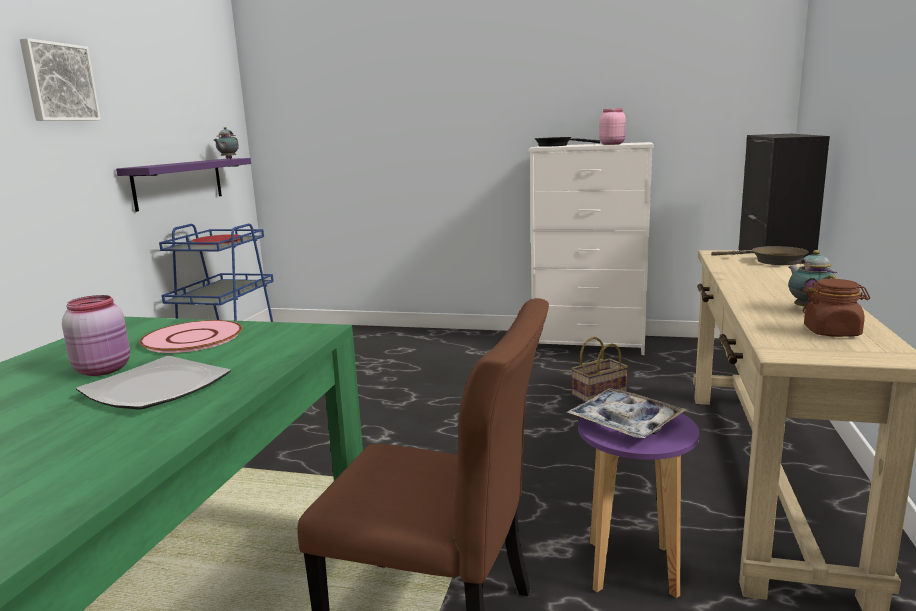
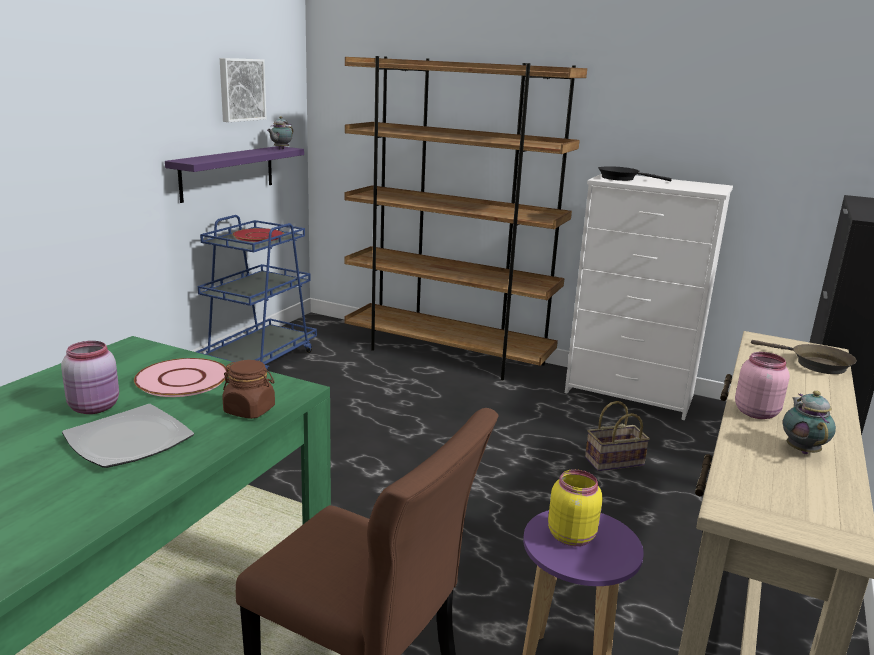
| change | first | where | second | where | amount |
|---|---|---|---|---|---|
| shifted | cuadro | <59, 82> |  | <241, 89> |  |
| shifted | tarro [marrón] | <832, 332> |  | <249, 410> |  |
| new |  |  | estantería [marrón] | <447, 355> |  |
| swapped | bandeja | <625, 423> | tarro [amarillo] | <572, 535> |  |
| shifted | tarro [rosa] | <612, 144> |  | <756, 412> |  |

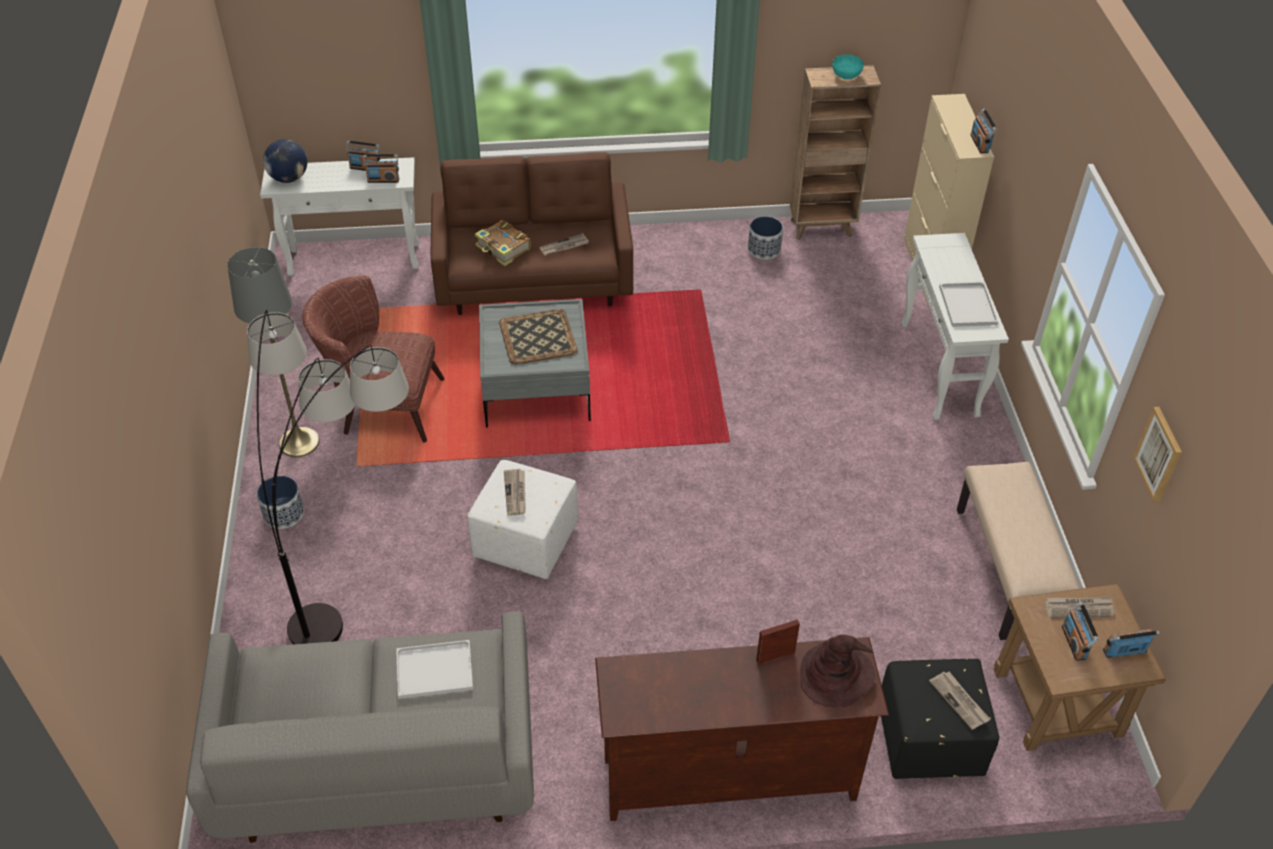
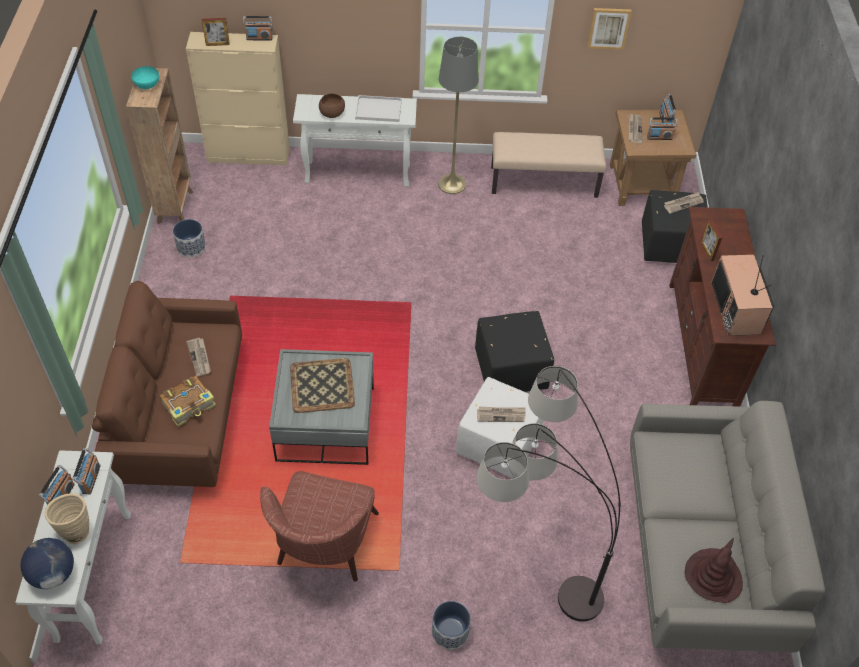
| change | first | where | second | where | amount |
|---|---|---|---|---|---|
| new |  |  | florero [beis] | <75, 530> |  |
| new |  |  | portarretratos | <217, 44> |  |
| new |  |  | cuenco [marrón] | <332, 113> |  |
| shifted | lámpara de pie [gris] | <299, 442> |  | <452, 184> |  |
| new |  |  | puf [negro] | <512, 370> |  |
| shifted | sombrero [marrón] | <835, 675> |  | <713, 576> |  |
| new |  |  | televisor | <737, 309> |  |
| gone | bandeja [blanco] | <433, 671> |  |  |  |

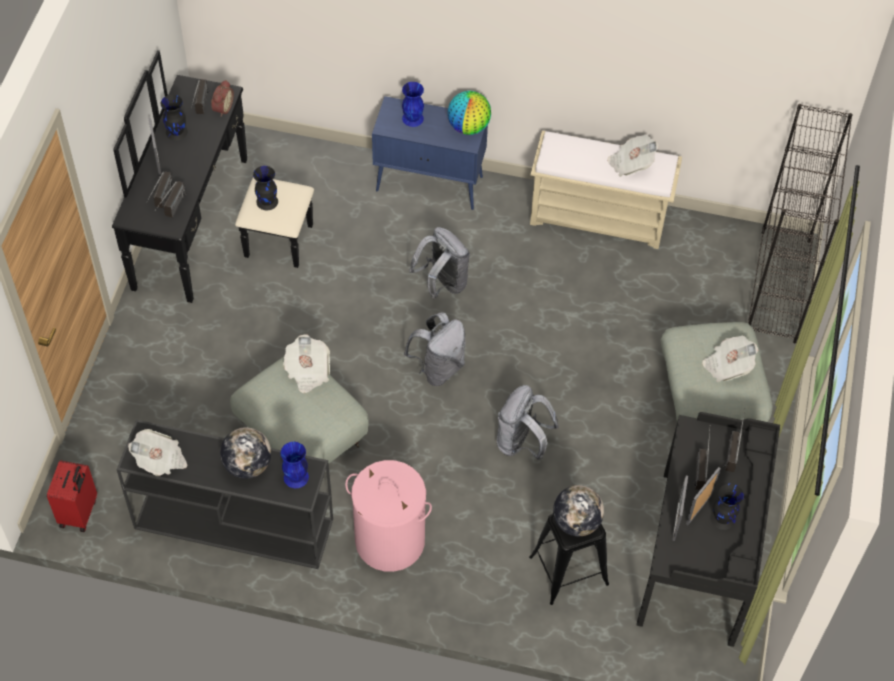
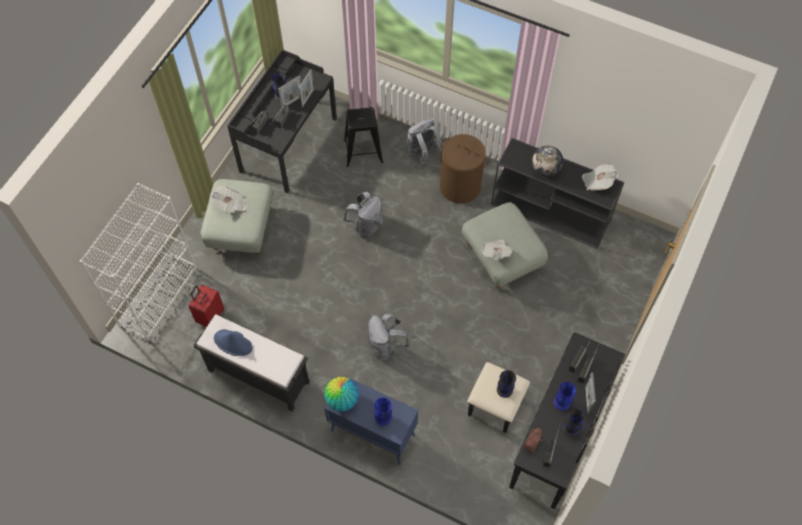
| change | first | where | second | where | amount |
|---|---|---|---|---|---|
| repainted | estantería [negro] | <778, 287> | estantería [blanco] | <158, 296> |  |
| shifted | maleta [rojo] | <79, 513> |  | <210, 316> |  |
| repainted | banco [beis] | <599, 218> | banco [negro] | <257, 376> |  |
| swapped | periódico | <631, 163> | sombrero [azul] | <233, 343> |  |
| shifted | mochila [gris] | <438, 368> |  | <422, 154> |  |
| repainted | cesto de la ropa [rosa] | <389, 541> | cesto de la ropa [marrón] | <460, 186> |  |
| shifted | florero [azul] | <296, 477> |  | <562, 401> |  |
| gone | globo terráqueo | <576, 522> |  |  |  |

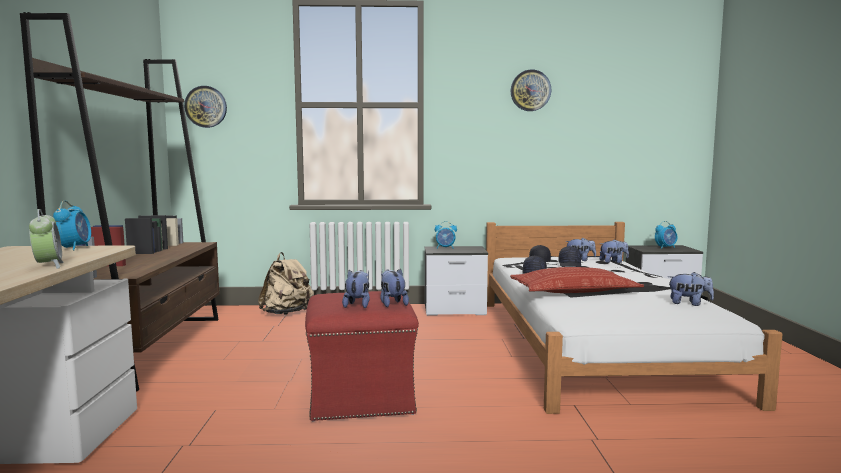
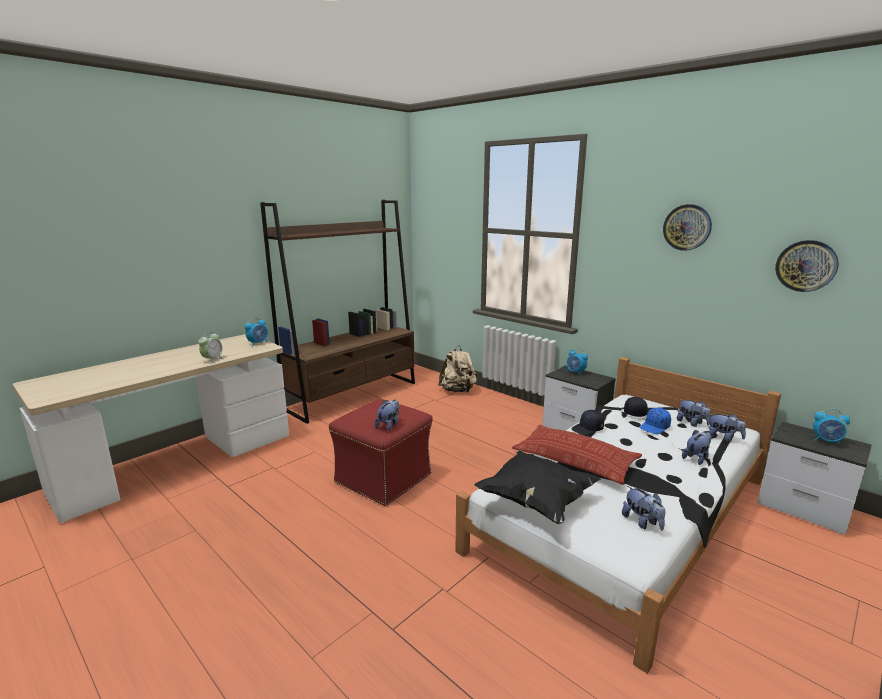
| change | first | where | second | where | amount |
|---|---|---|---|---|---|
| new |  |  | cojín [negro] | <535, 501> |  |
| repainted | gorra [negro] | <570, 265> | gorra [azul] | <655, 427> |  |
| shifted | peluche | <358, 305> |  | <696, 458> |  |
| shifted | reloj de pared | <206, 106> |  | <806, 266> |  |

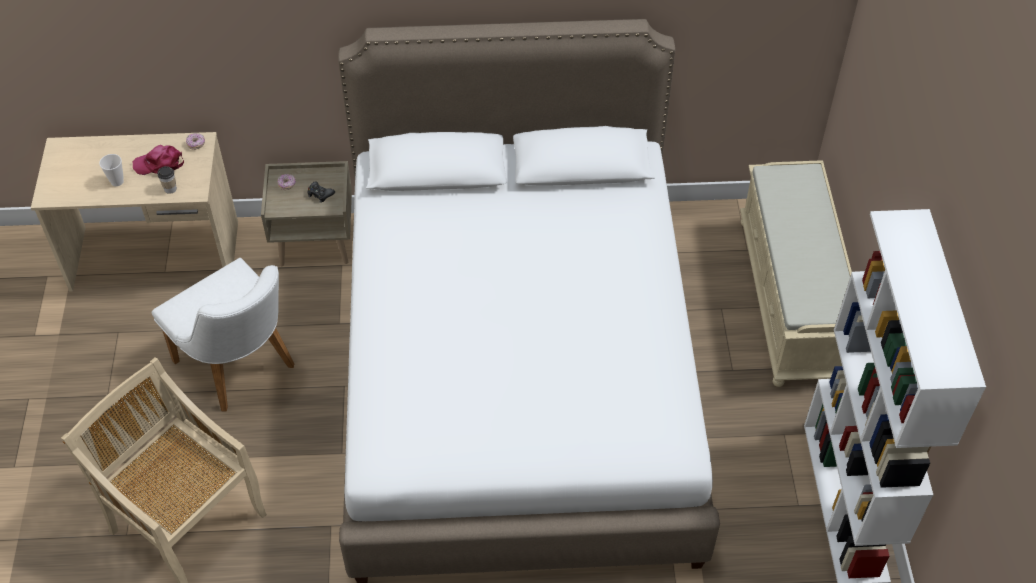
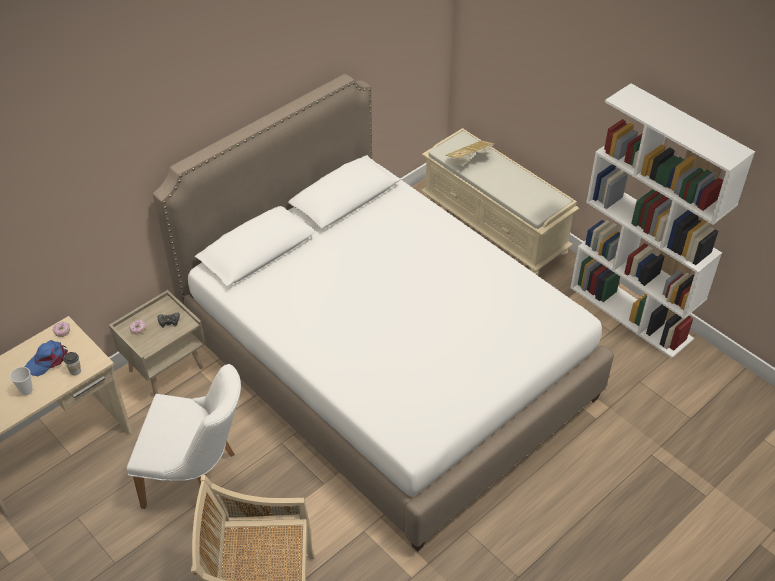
| change | first | where | second | where | amount |
|---|---|---|---|---|---|
| repainted | gorra [rosa] | <159, 164> | gorra [azul] | <48, 360> |  |
| new |  |  | libro | <470, 160> |  |

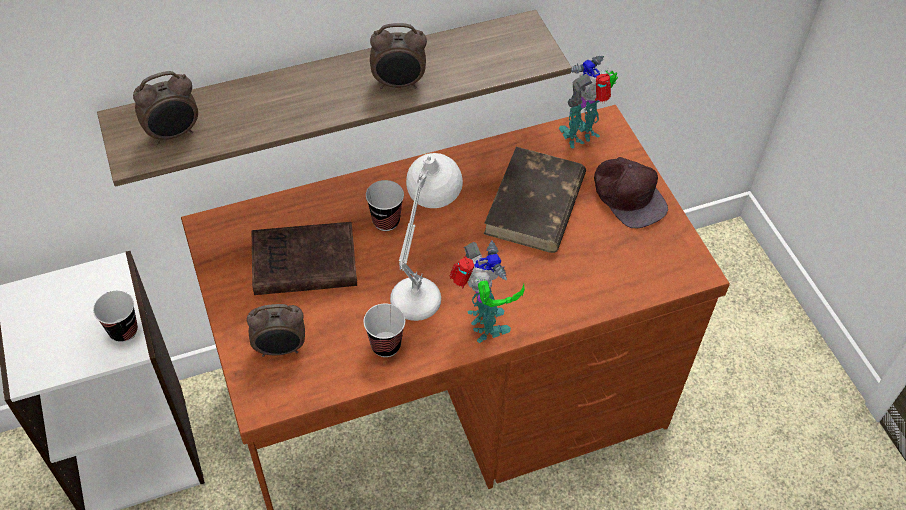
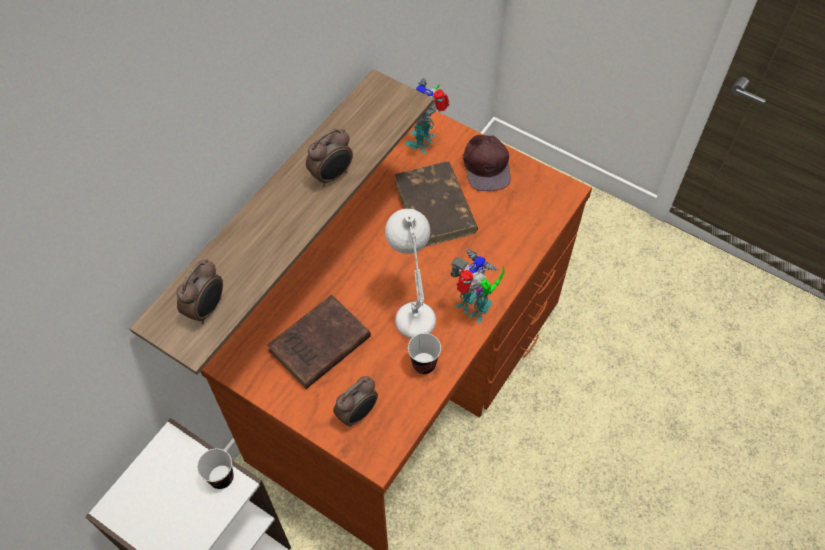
| change | first | where | second | where | amount |
|---|---|---|---|---|---|
| rotated | gorra [marrón] | <628, 195> |  | <487, 165> | 60 degrees clockwise |
| gone | taza | <386, 221> |  |  |  |

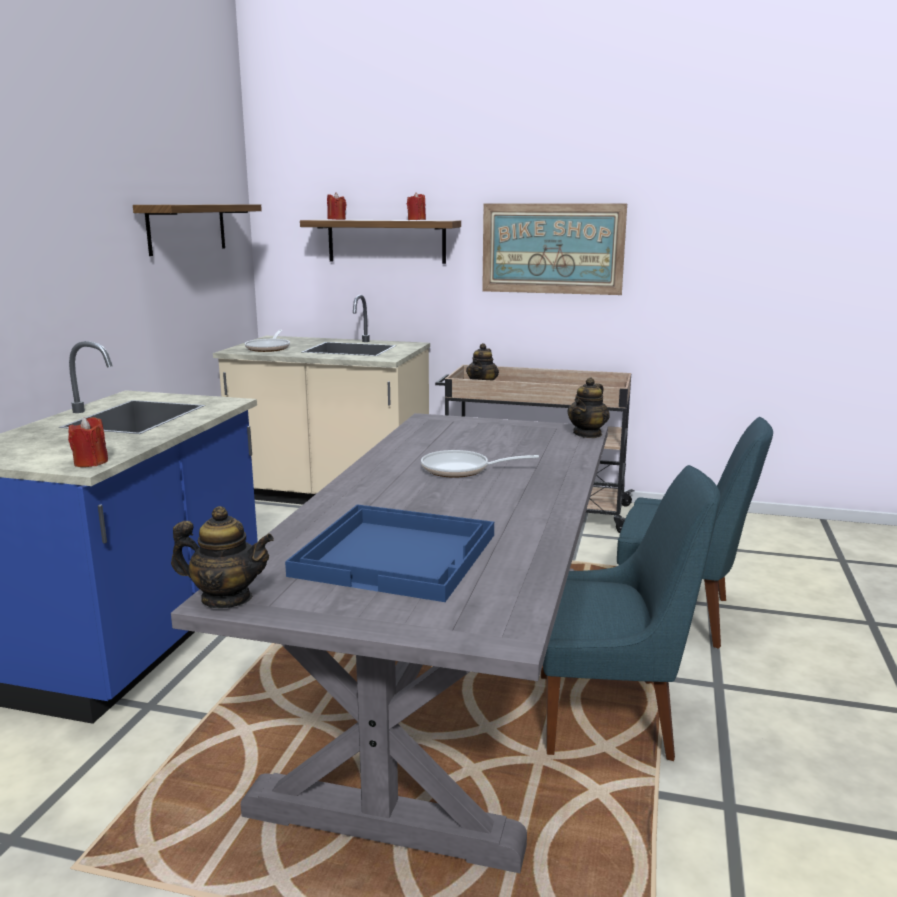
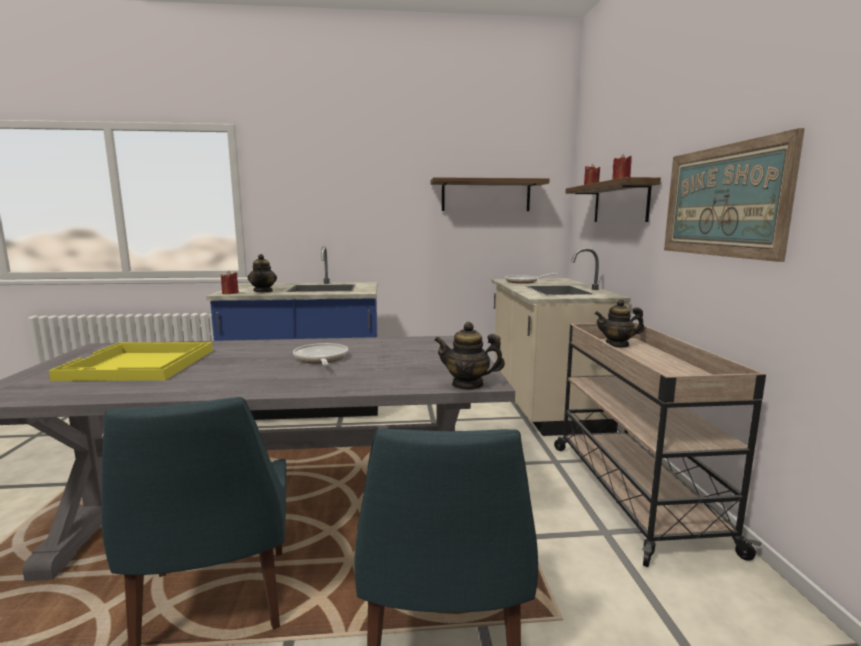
| change | first | where | second | where | amount |
|---|---|---|---|---|---|
| repainted | bandeja [azul] | <398, 554> | bandeja [amarillo] | <140, 364> |  |
| shifted | tetera | <226, 598> |  | <263, 291> |  |

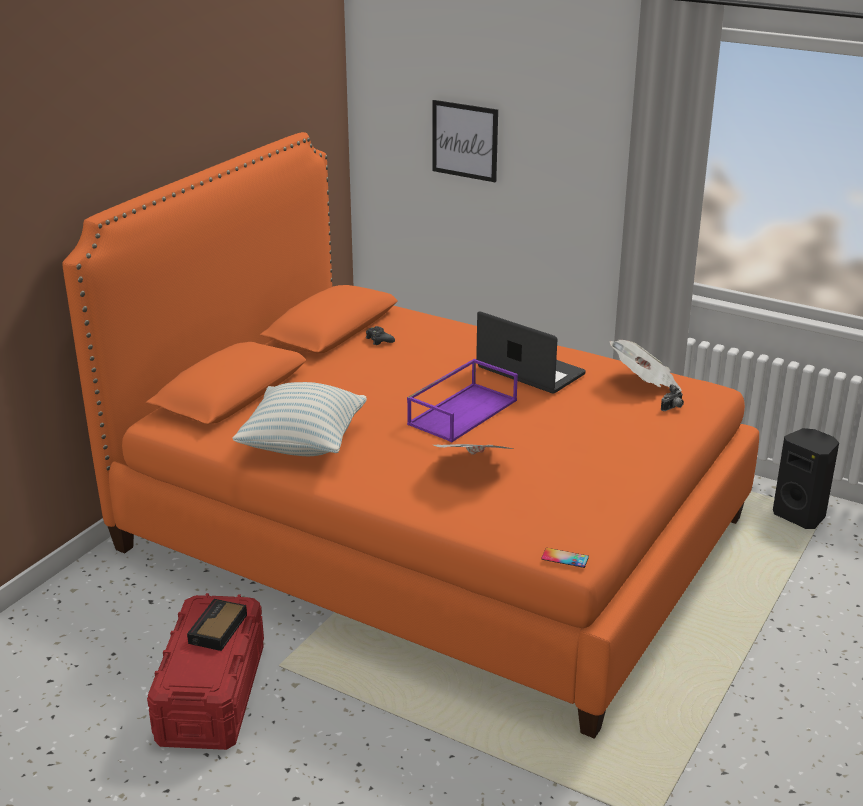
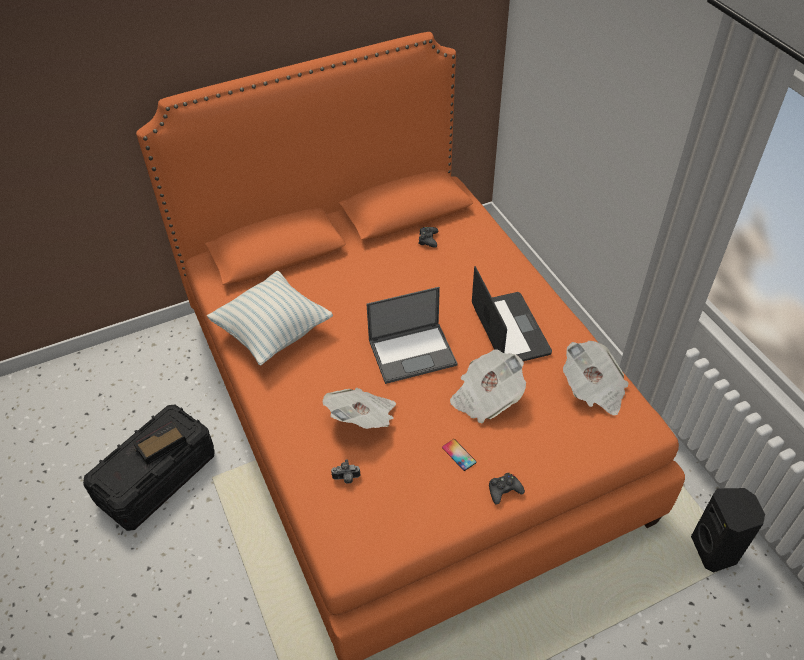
| change | first | where | second | where | amount |
|---|---|---|---|---|---|
| repainted | caja de almacenaje [rojo] | <212, 694> | caja de almacenaje [negro] | <158, 478> |  |
| shifted | cámara | <673, 408> |  | <346, 478> |  |
| swapped | bandeja [morado] | <462, 411> | portátil | <413, 352> |  |
| shifted | móvil | <565, 558> |  | <459, 455> |  |
| new |  |  | periódico | <486, 397> |  |
| new |  |  | mando de consola [negro] | <504, 490> |  |
| gone | cuadro | <465, 140> |  |  |  |

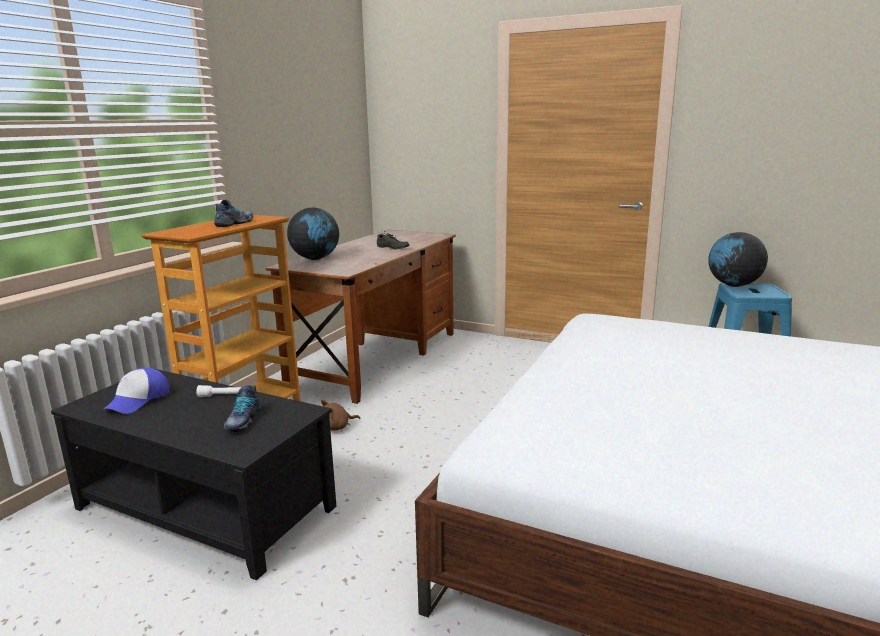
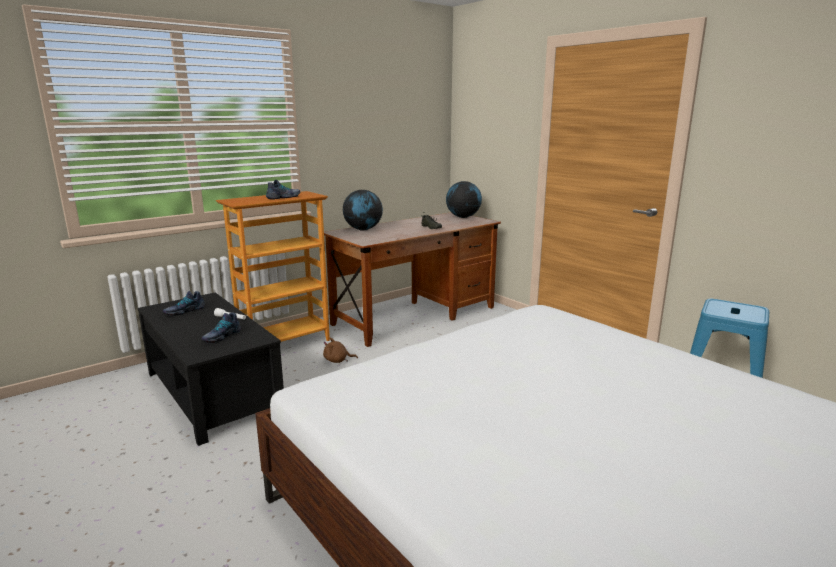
| change | first | where | second | where | amount |
|---|---|---|---|---|---|
| swapped | gorra | <138, 400> | zapato | <184, 311> |  |
| shifted | globo terráqueo | <733, 285> |  | <463, 217> |  |

